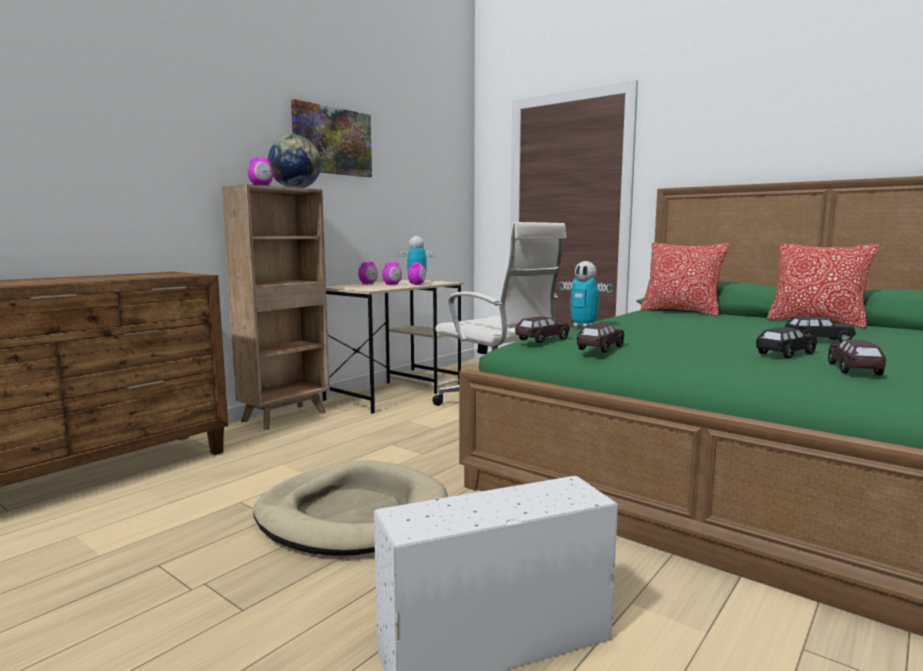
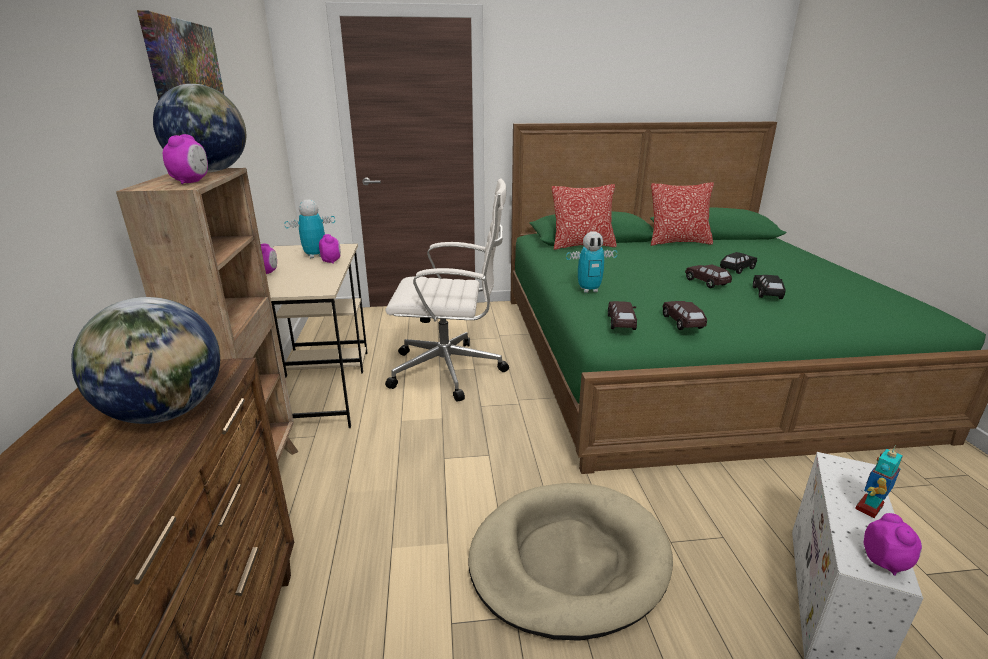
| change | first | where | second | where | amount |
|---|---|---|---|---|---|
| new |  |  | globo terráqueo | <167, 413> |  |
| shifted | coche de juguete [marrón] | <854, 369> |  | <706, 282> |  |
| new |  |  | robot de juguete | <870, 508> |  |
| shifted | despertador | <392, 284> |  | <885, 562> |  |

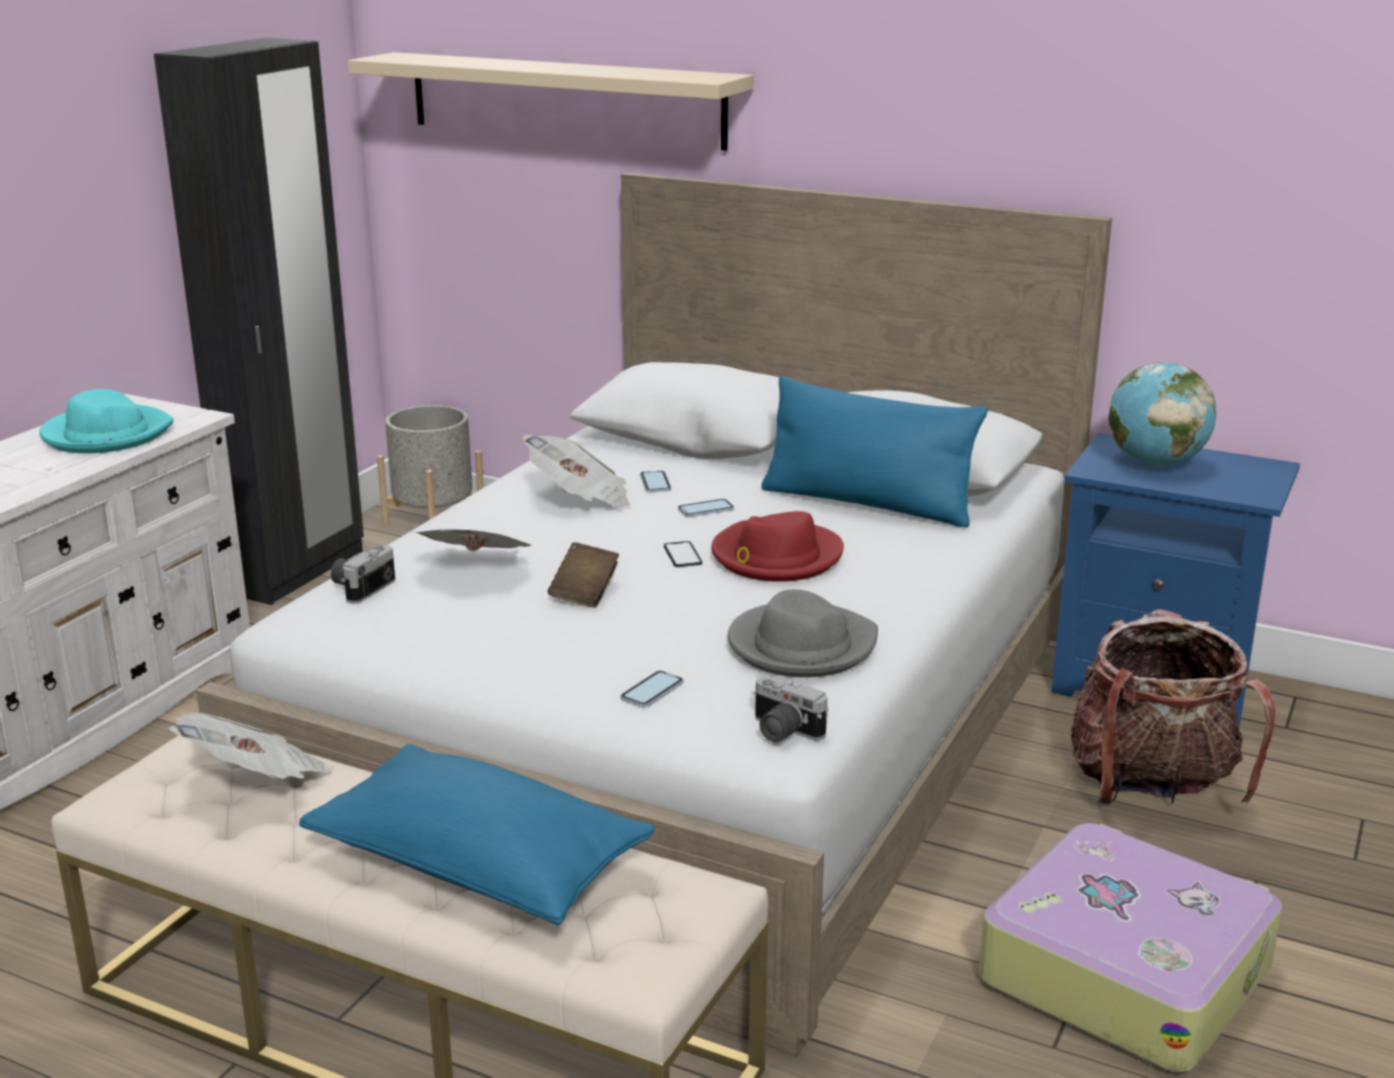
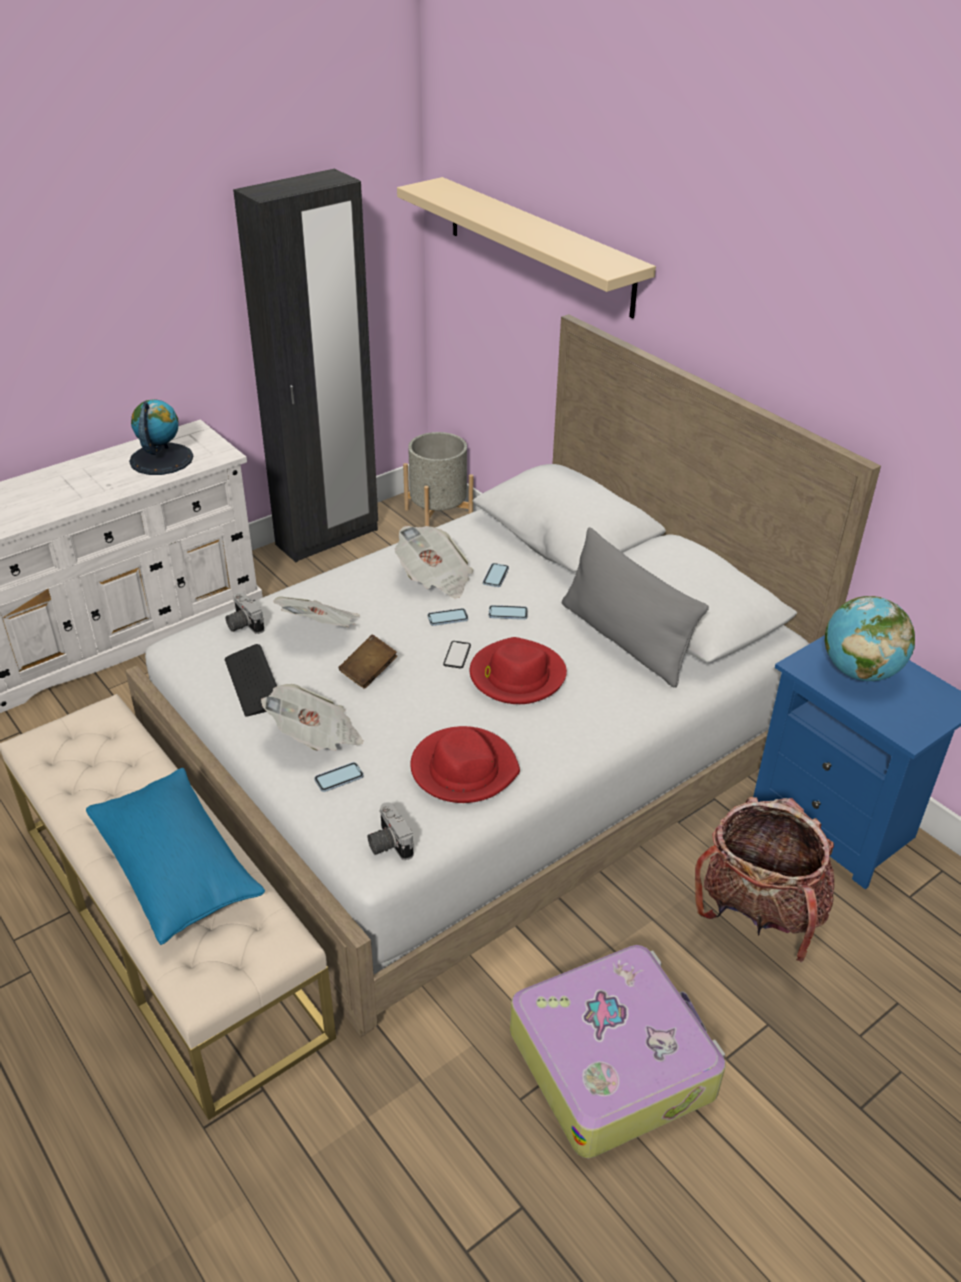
| change | first | where | second | where | amount |
|---|---|---|---|---|---|
| swapped | sombrero [turquesa] | <106, 434> | globo terráqueo | <161, 459> |  |
| new |  |  | teclado | <253, 682> |  |
| rotated | cámara | <361, 587> |  | <242, 625> | 90 degrees counterclockwise |
| shifted | periódico | <257, 781> |  | <316, 737> |  |
| repainted | sombrero [gris] | <801, 646> | sombrero [rojo] | <463, 769> |  |
| new |  |  | móvil | <447, 618> |  |
| repainted | cojín [azul] | <867, 503> | cojín [gris] | <624, 640> |  |

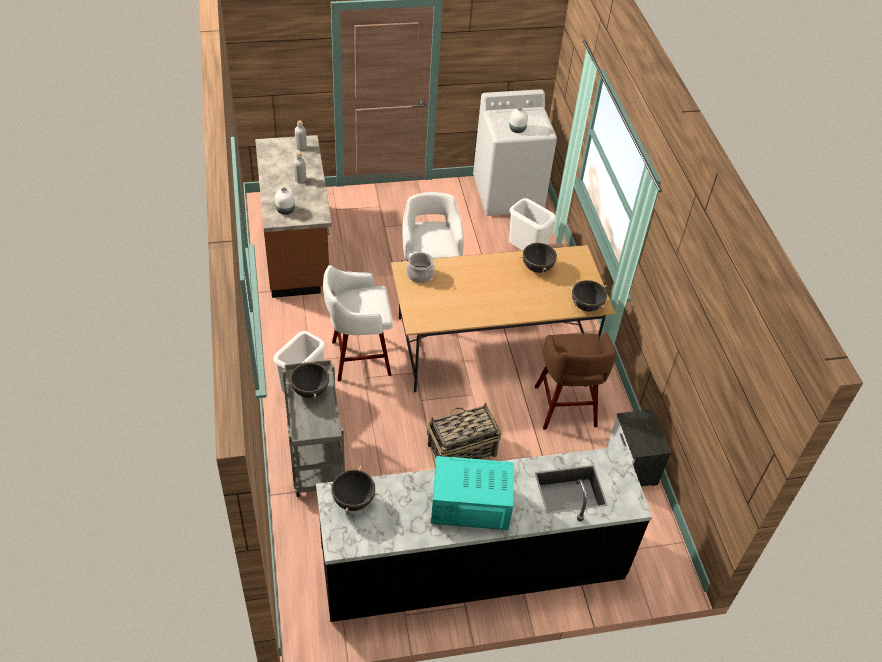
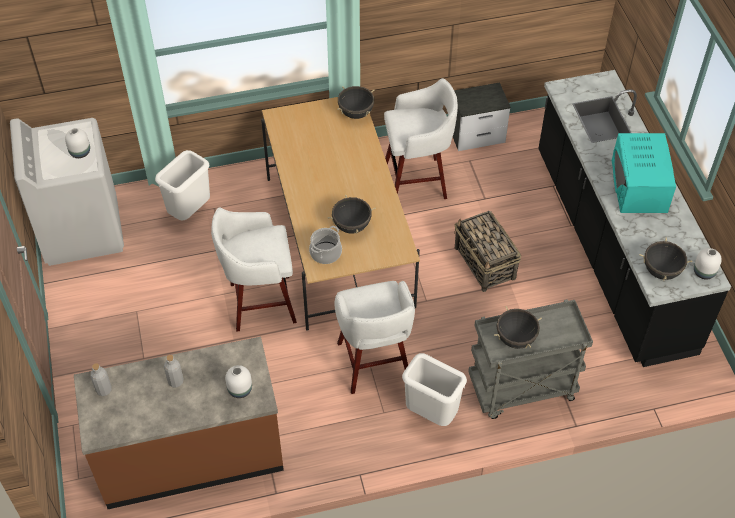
| change | first | where | second | where | amount |
|---|---|---|---|---|---|
| shifted | olla [negro] | <537, 267> |  | <351, 226> |  |
| repainted | taburete [marrón] | <565, 408> | taburete [blanco] | <417, 181> |  |
| new |  |  | florero [blanco] | <704, 271> |  |

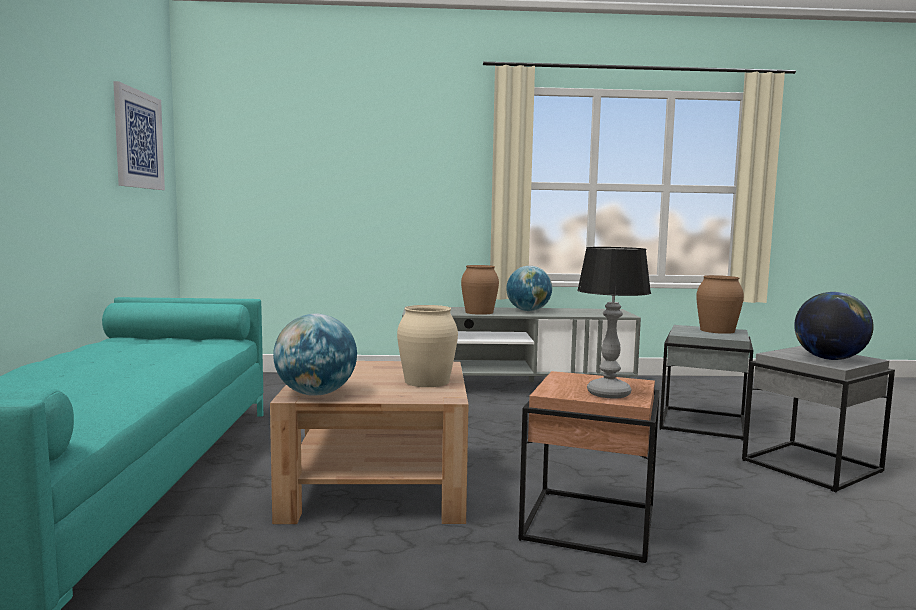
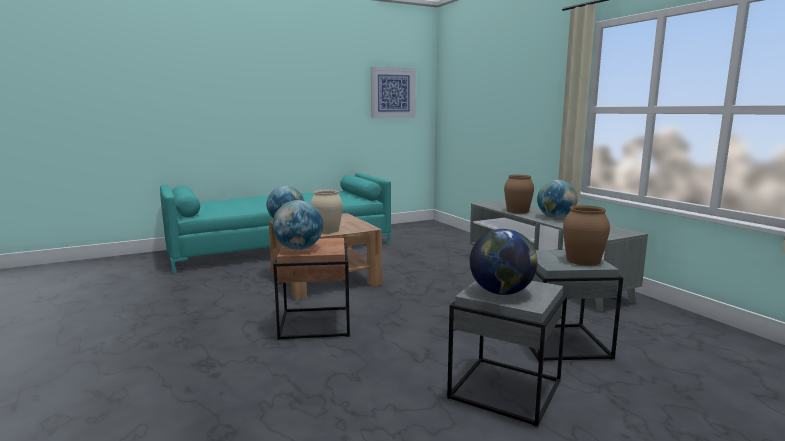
| change | first | where | second | where | amount |
|---|---|---|---|---|---|
| swapped | lámpara de mesa | <608, 394> | globo terráqueo | <298, 249> |  |

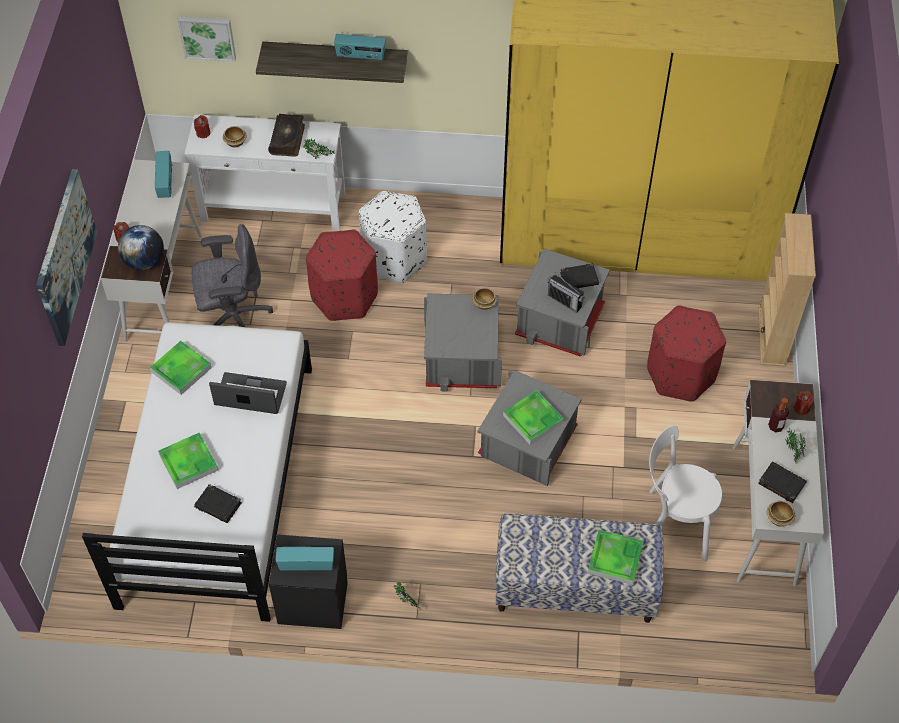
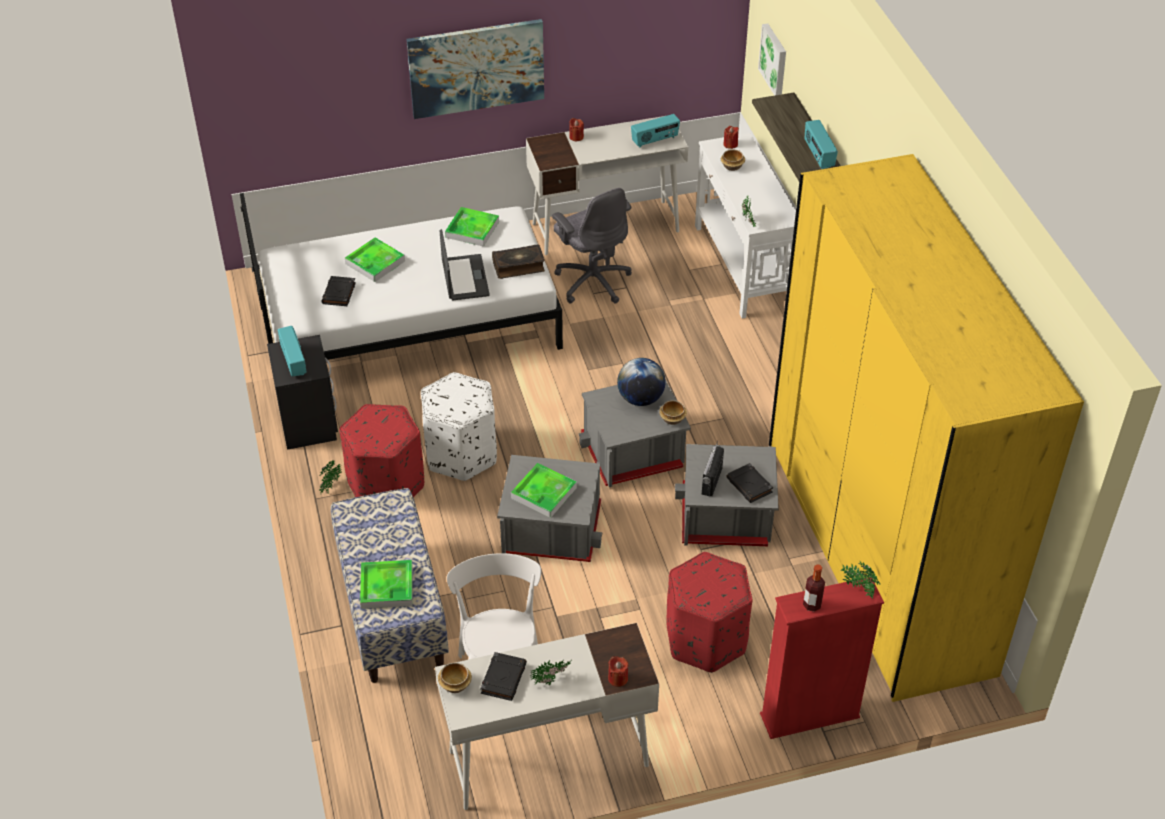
| change | first | where | second | where | amount |
|---|---|---|---|---|---|
| shifted | puf [rojo] | <345, 296> |  | <386, 484> |  |
| shifted | puf [blanco] | <393, 258> |  | <461, 453> |  |
| shifted | libro | <288, 139> |  | <518, 266> |  |
| shifted | globo terráqueo | <144, 262> |  | <640, 399> |  |
| repainted | estantería [beis] | <771, 336> | estantería [rojo] | <809, 716> |  |
| shifted | botella | <775, 426> |  | <812, 605> |  |
| new |  |  | planta en maceta | <858, 588> |  |

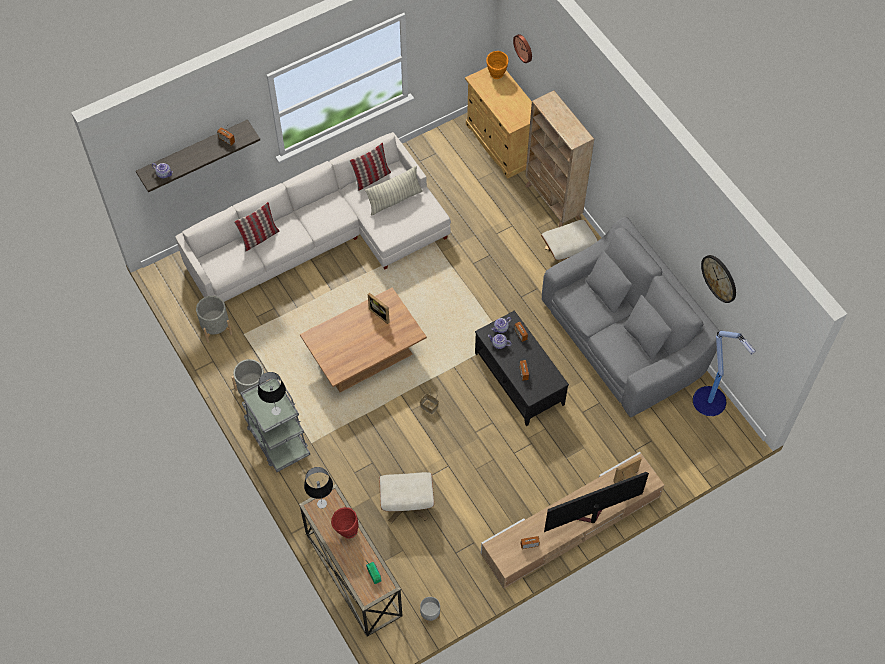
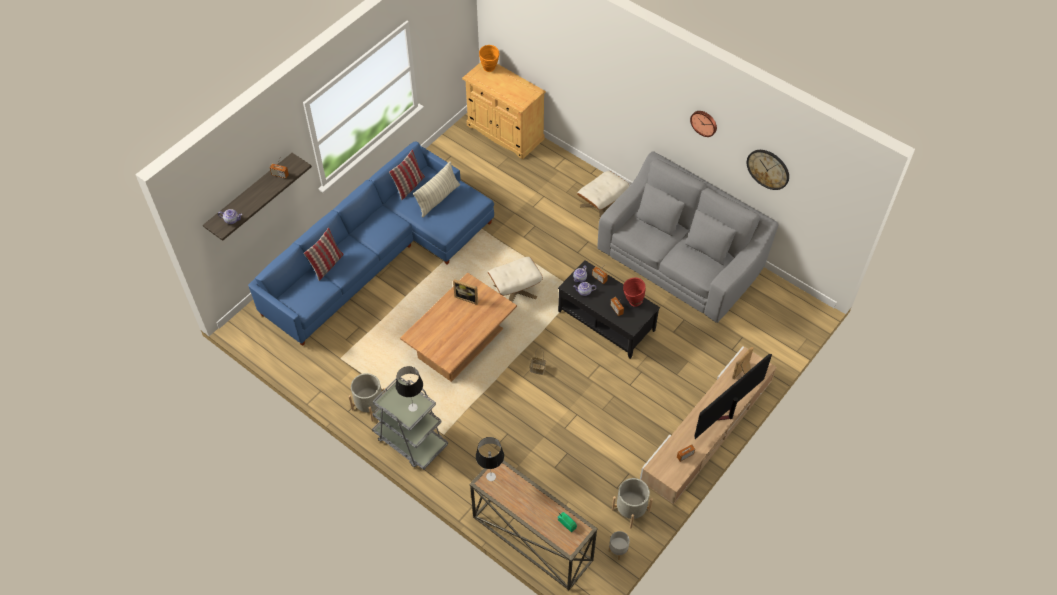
| change | first | where | second | where | amount |
|---|---|---|---|---|---|
| repainted | sofá [blanco] | <324, 236> | sofá [azul] | <379, 252> |  |
| shifted | puf [beis] | <407, 504> |  | <515, 291> |  |
| shifted | maceta [gris] | <216, 328> |  | <630, 510> |  |
| shifted | florero [rojo] | <345, 531> |  | <632, 302> |  |
| shifted | reloj de pared | <524, 48> |  | <704, 122> |  |
| gone | estantería [beis] | <553, 202> |  |  |  |
| gone | lámpara de pie | <710, 402> |  |  |  |

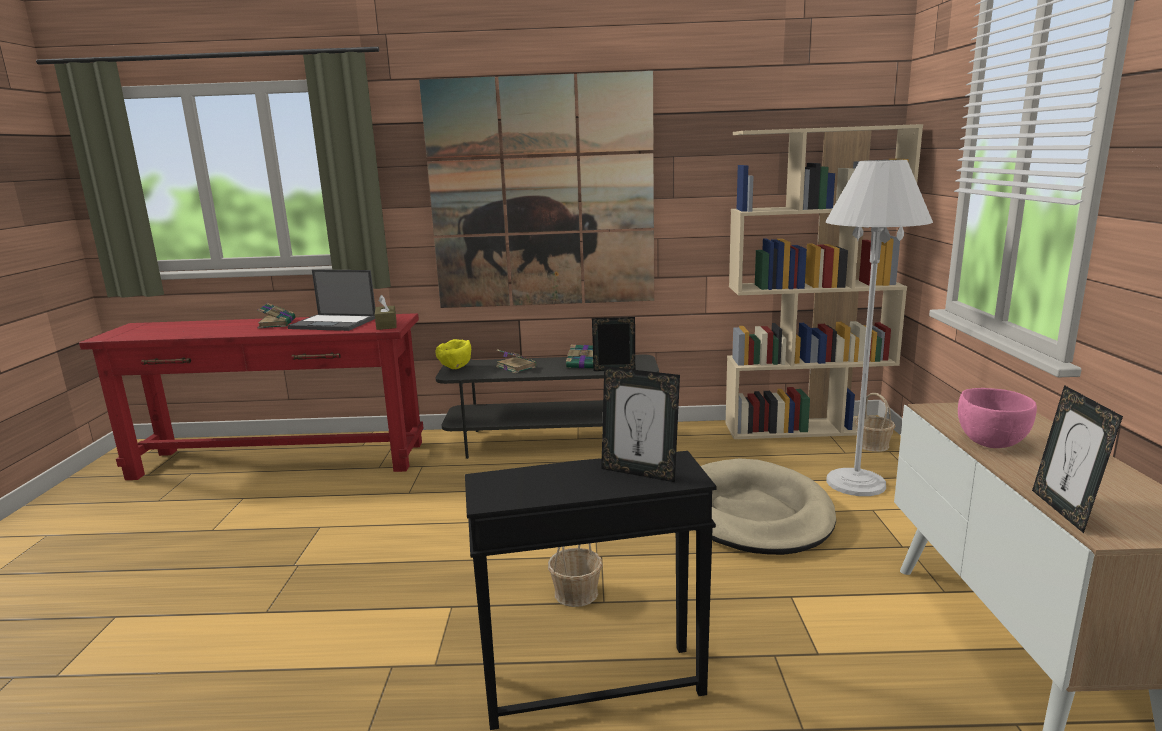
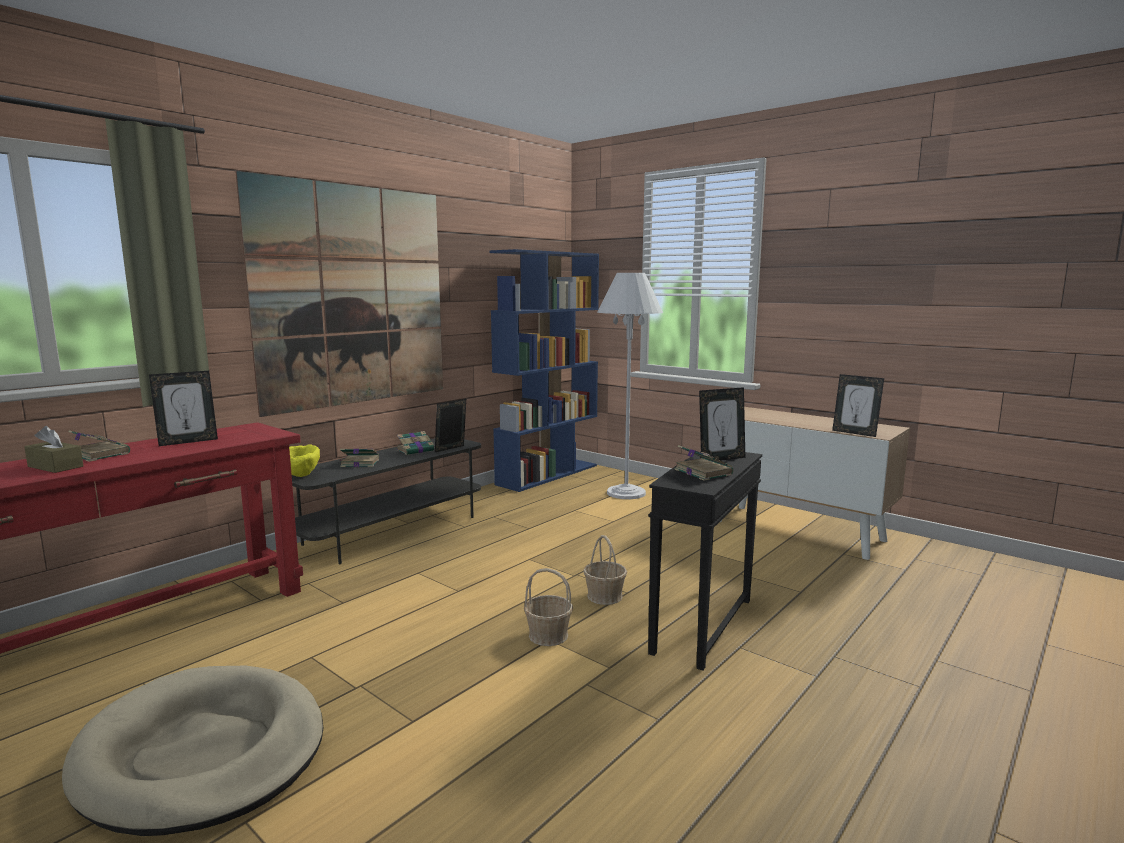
| change | first | where | second | where | amount |
|---|---|---|---|---|---|
| shifted | caja de pañuelos [marrón] | <386, 325> |  | <55, 466> |  |
| shifted | cama para perro [beis] | <753, 513> |  | <203, 753> |  |
| swapped | portátil | <334, 323> | portarretratos | <188, 441> |  |
| repainted | estantería [beis] | <807, 428> | estantería [azul] | <548, 474> |  |
| shifted | cesta | <872, 445> |  | <548, 635> |  |
| new |  |  | libro | <702, 472> |  |
| gone | cuenco [rosa] | <991, 442> |  |  |  |

